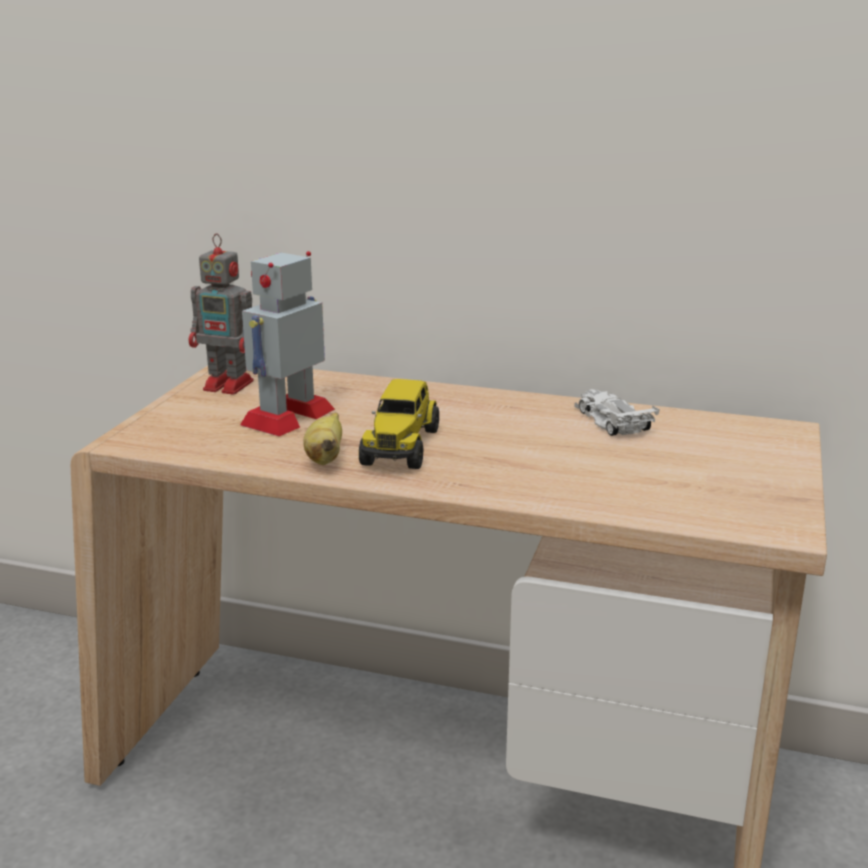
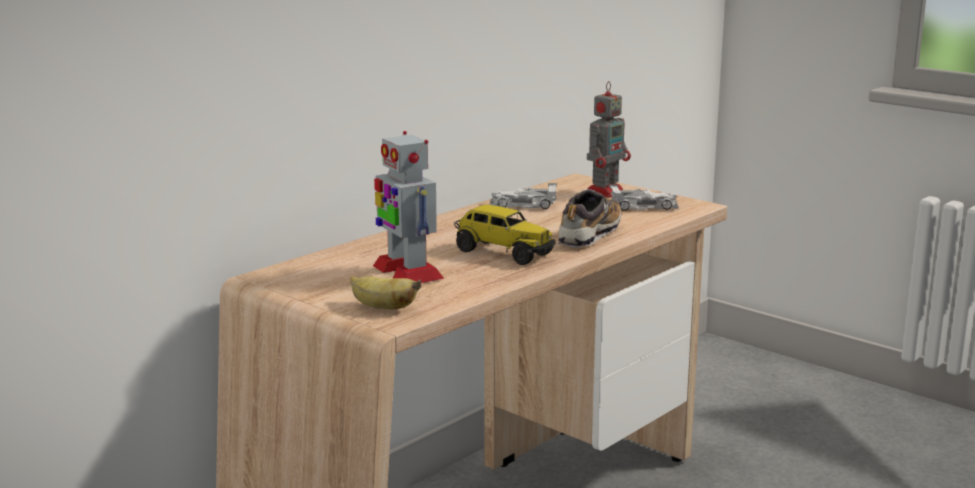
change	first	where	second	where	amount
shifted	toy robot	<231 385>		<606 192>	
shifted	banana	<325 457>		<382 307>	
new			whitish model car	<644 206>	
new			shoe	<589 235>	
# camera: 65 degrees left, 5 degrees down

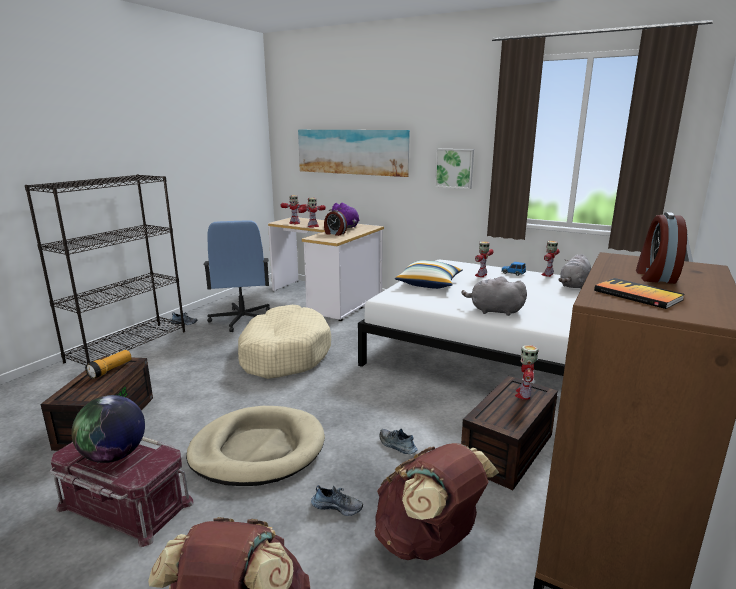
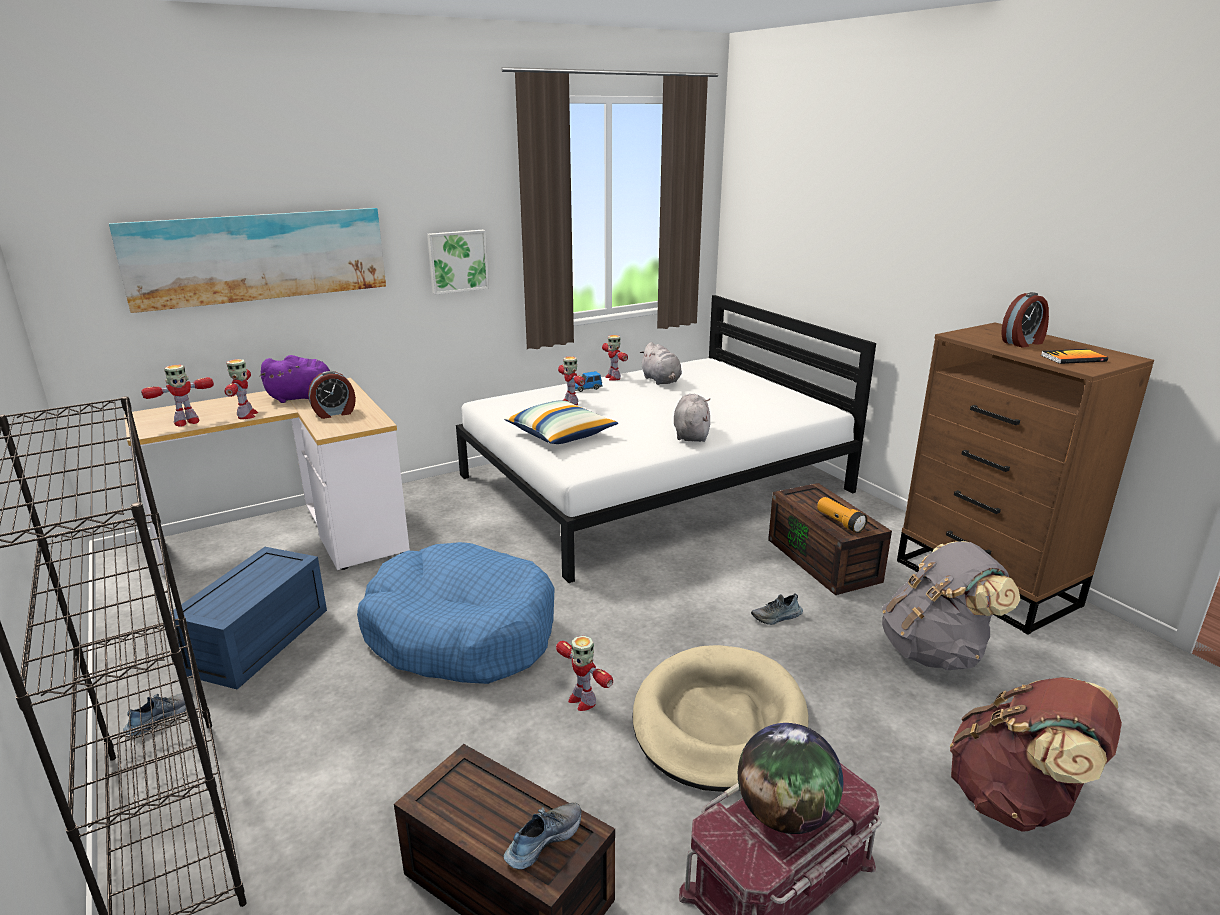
change	first	where	second	where	amount
rotated	table clock	<654 276>		<1023 342>	75 degrees counterclockwise
swapped	blue-coloured office chair	<242 320>	blue-coloured storage box	<258 642>	
rotated	grey soft toy	<493 311>		<691 434>	135 degrees clockwise
repainted	sand-coloured dog bed	<283 354>	blue-coloured dog bed	<461 633>	
shifted	toy robot	<524 394>		<582 700>	
shifted	torch	<110 370>		<840 522>	
repainted	brownish rucksack	<428 541>	grey rucksack	<935 652>	
shifted	shoe	<337 506>		<542 840>	
# camera: 60 degrees left, 5 degrees up

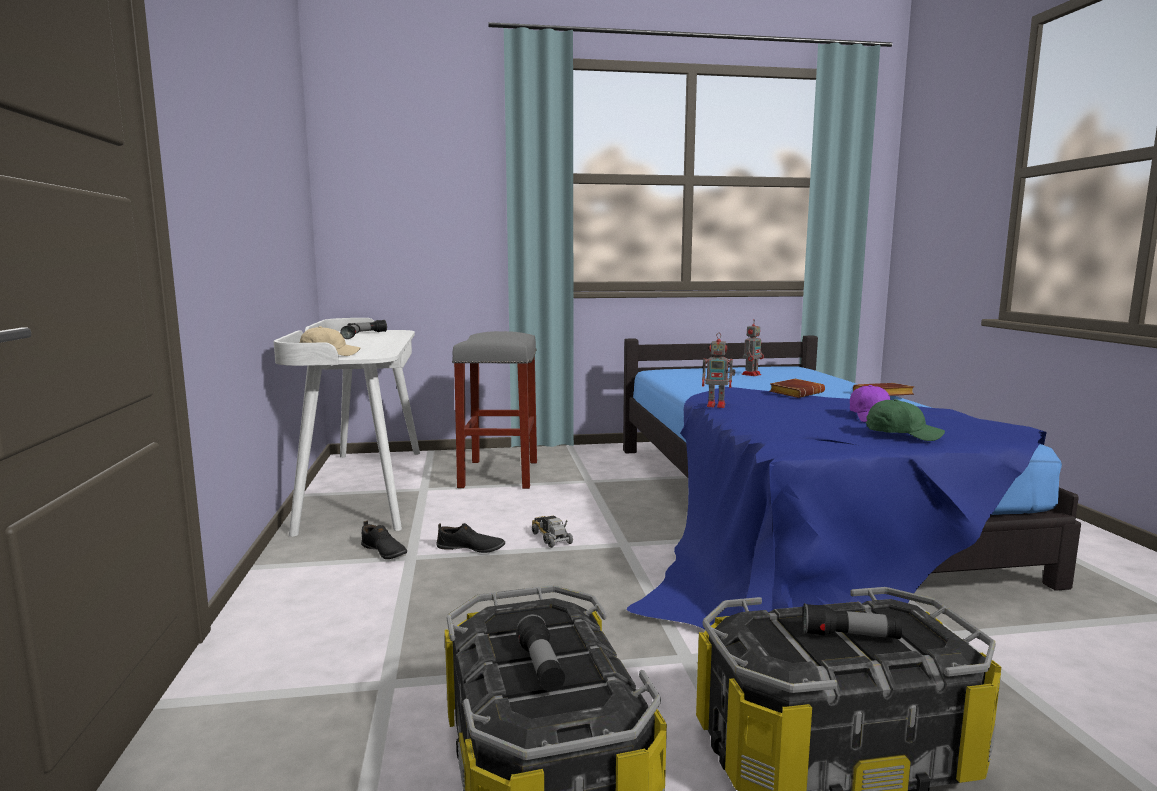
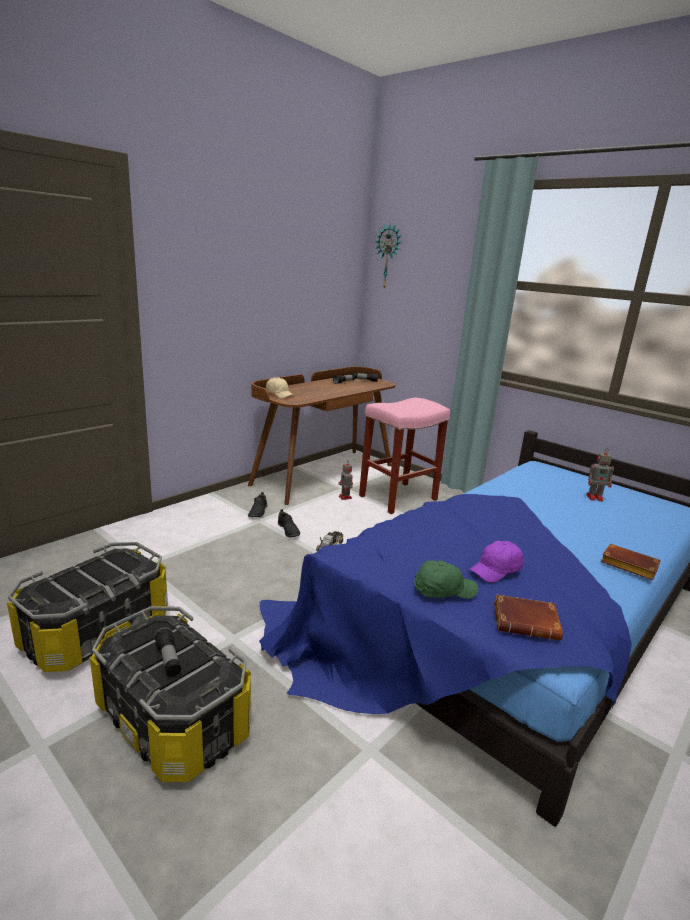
change	first	where	second	where	amount
repainted	whitish desk table	<363 487>	brownish desk table	<323 474>	
repainted	grey stool seat	<500 474>	pinkish stool seat	<397 498>	
shifted	toy robot	<717 405>		<345 497>	
shifted	brownish bound book	<796 393>		<527 622>	
rotated	green-coloured peaked cap	<902 434>		<443 590>	90 degrees counterclockwise
gone	torch	<541 667>			
new			hanging clock	<388 257>	
# camera: 50 degrees right, 10 degrees up

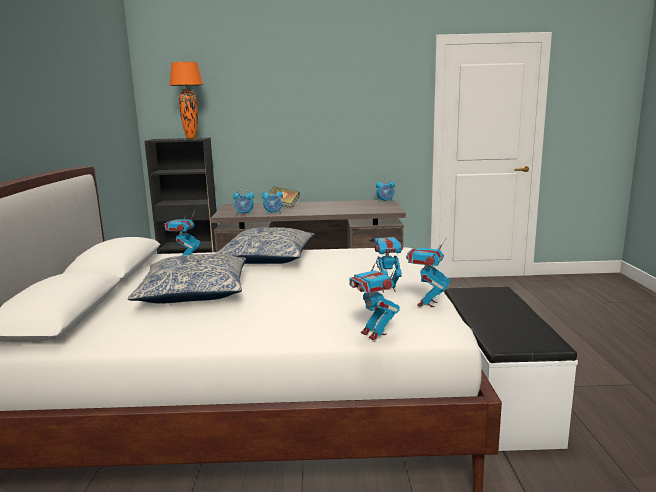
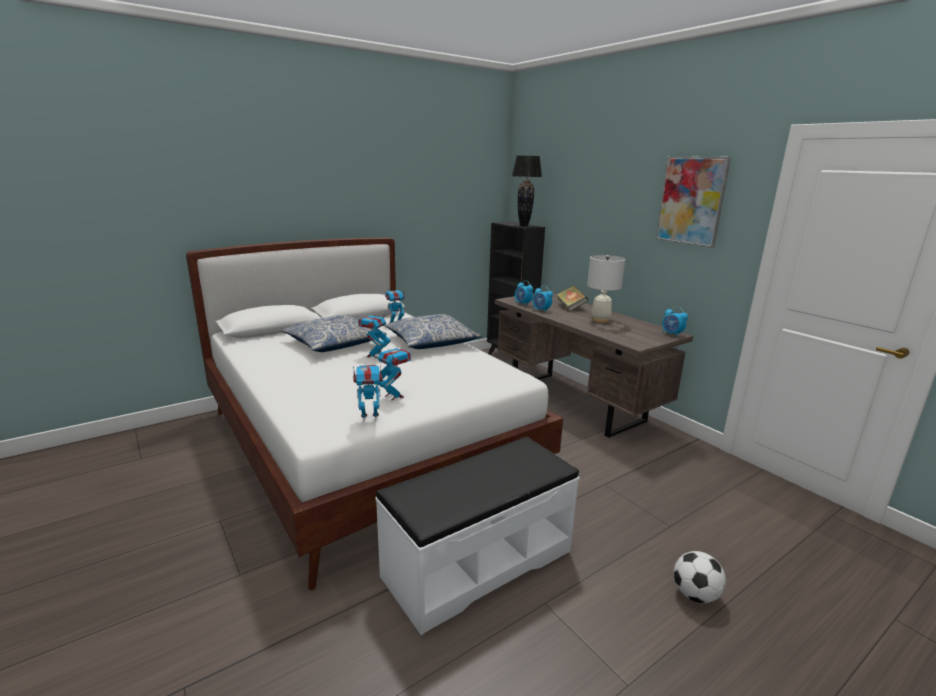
change	first	where	second	where	amount
repainted	orangey table lamp	<191 138>	blackish table lamp	<524 225>	
shifted	toy robot	<374 334>		<374 355>	
new			wall art	<691 201>	
new			whitish table lamp	<600 320>	
new			football	<695 595>	
# camera: 55 degrees right, 5 degrees up

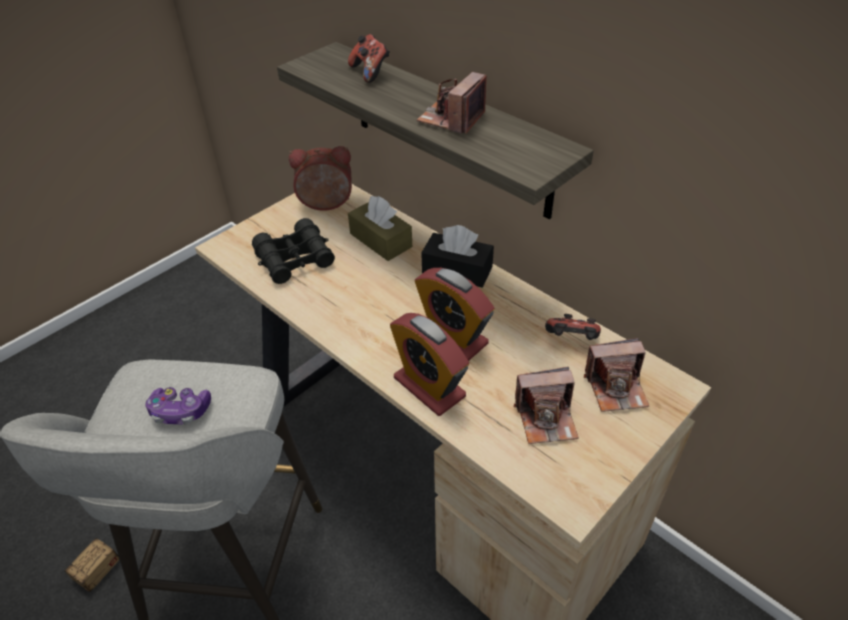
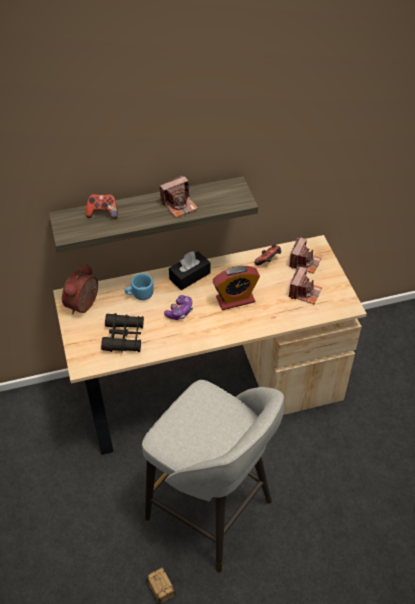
change	first	where	second	where	amount
rotated	still camera	<452 119>		<179 205>	90 degrees counterclockwise
swapped	brownish tissue holder	<381 240>	blue-coloured mug	<139 295>	
gone	table clock	<429 387>			
shifted	gamepad	<180 411>		<180 311>	
# camera: 60 degrees left, 5 degrees up

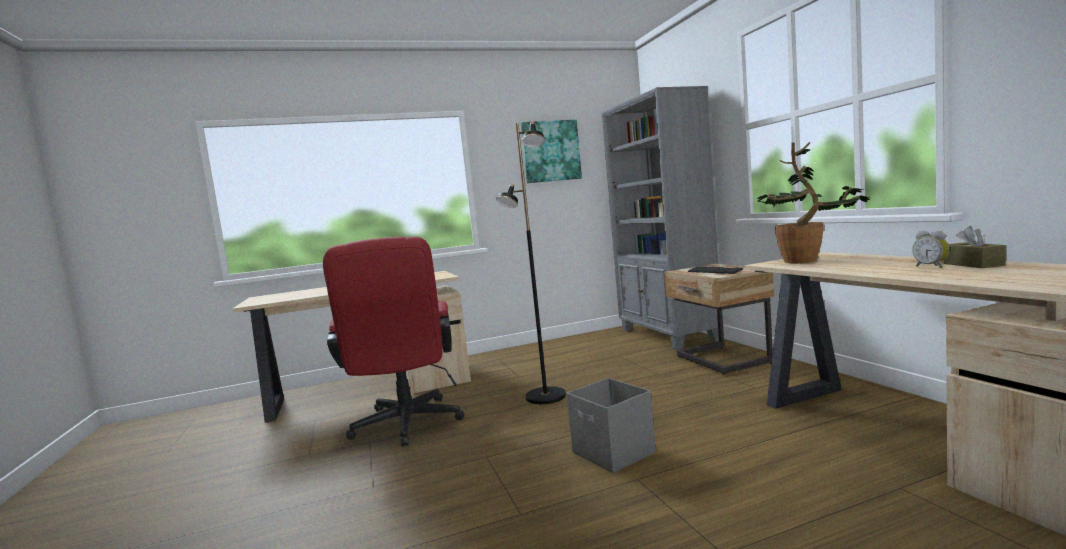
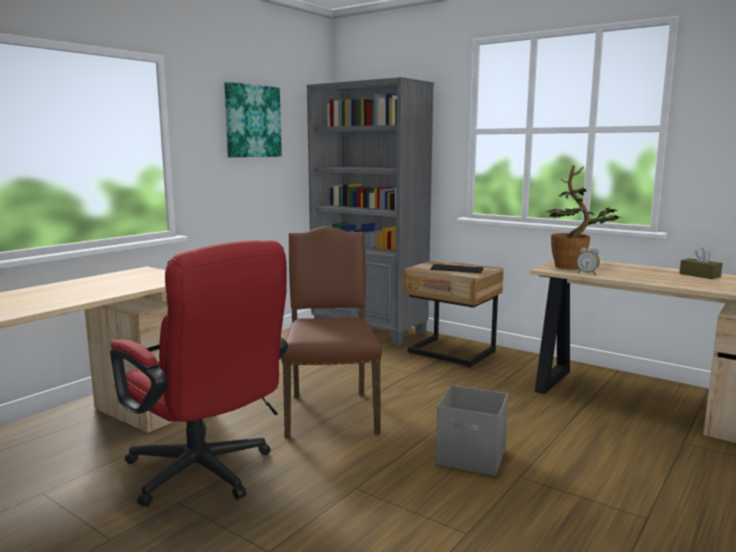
change	first	where	second	where	amount
swapped	blackish floor lamp	<545 397>	brownish chair	<330 412>	
shifted	table clock	<931 267>		<587 274>	
# camera: 35 degrees left, 5 degrees up

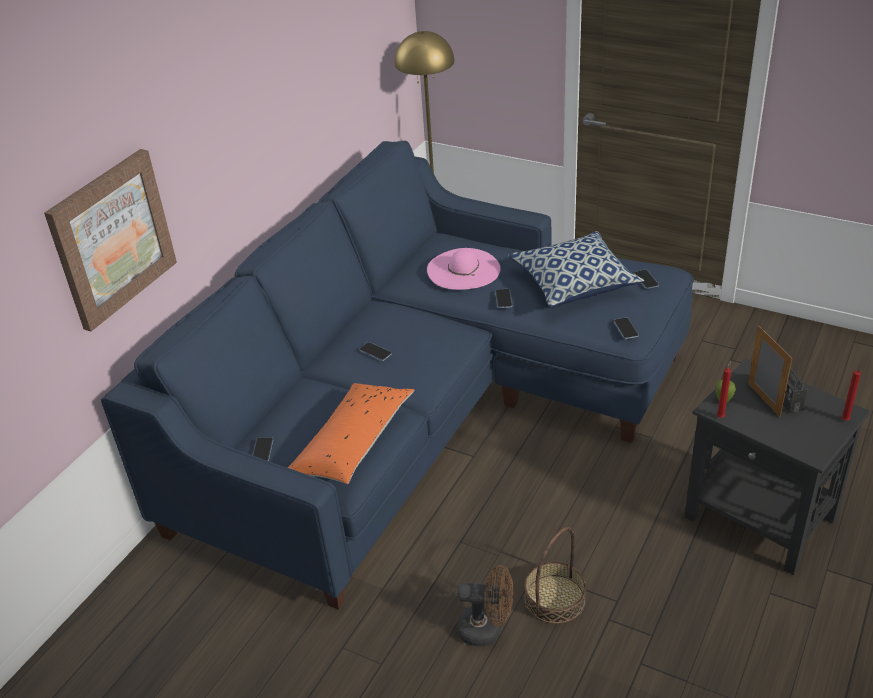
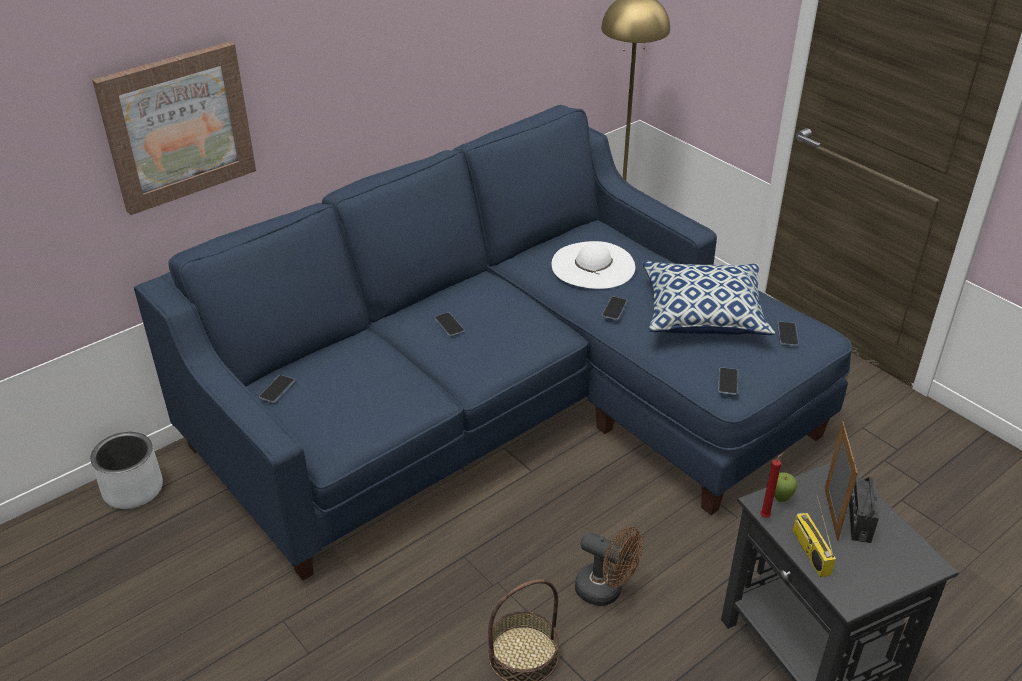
change	first	where	second	where	amount
repainted	pinkish wearable hat	<463 269>	whitish wearable hat	<593 265>	
gone	reddish wax light	<845 421>			
gone	orangey throw pillow	<352 443>			
shifted	brownish fan	<487 629>		<606 591>	
new			grey flower pot	<133 489>	
new			radio receiver	<809 551>	
# camera: 20 degrees right, 0 degrees up

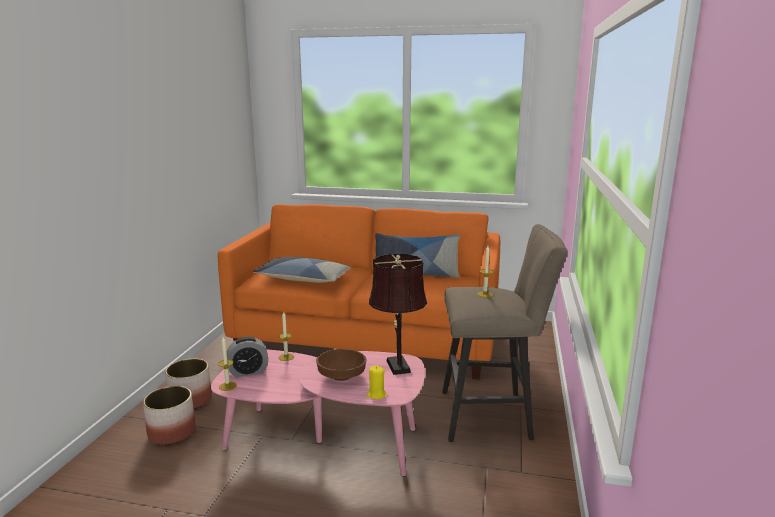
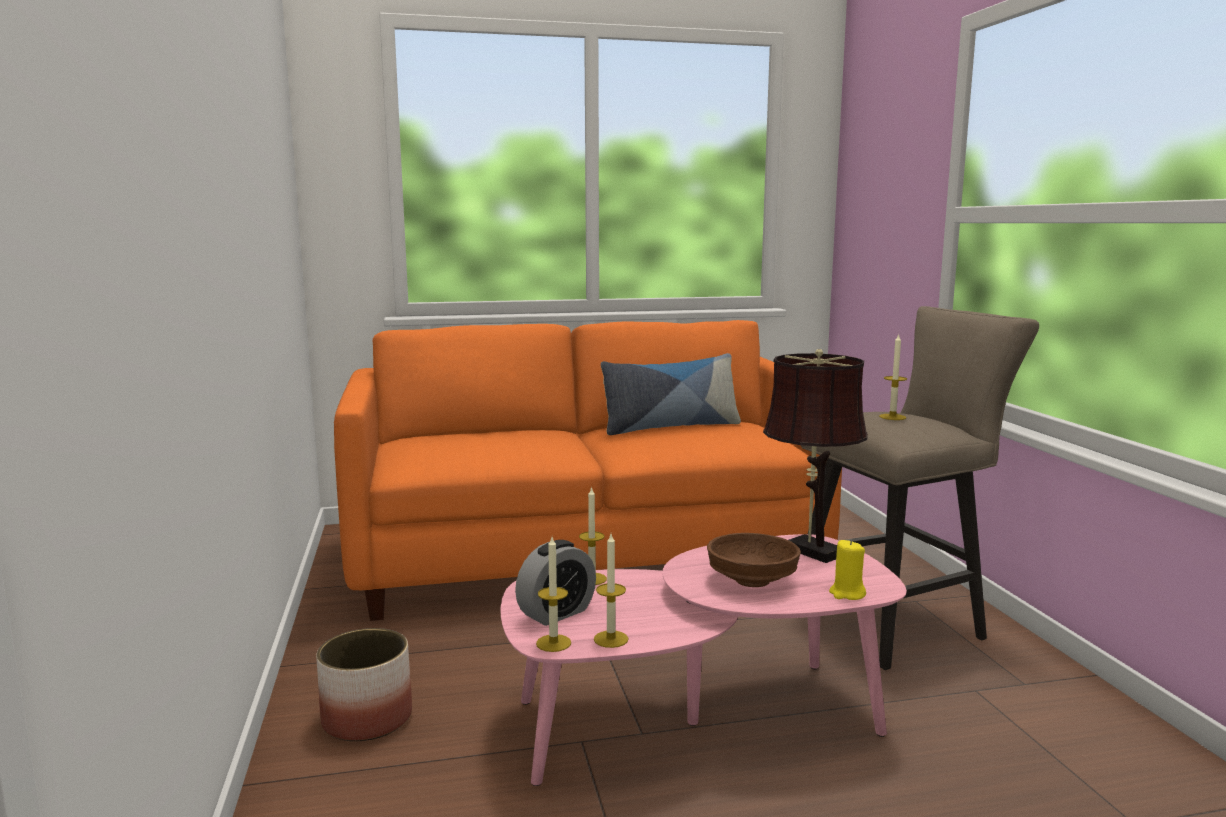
change	first	where	second	where	amount
gone	throw pillow	<303 279>			
gone	flower pot	<172 433>			
new			wax light	<611 639>	
# camera: 25 degrees left, 5 degrees down

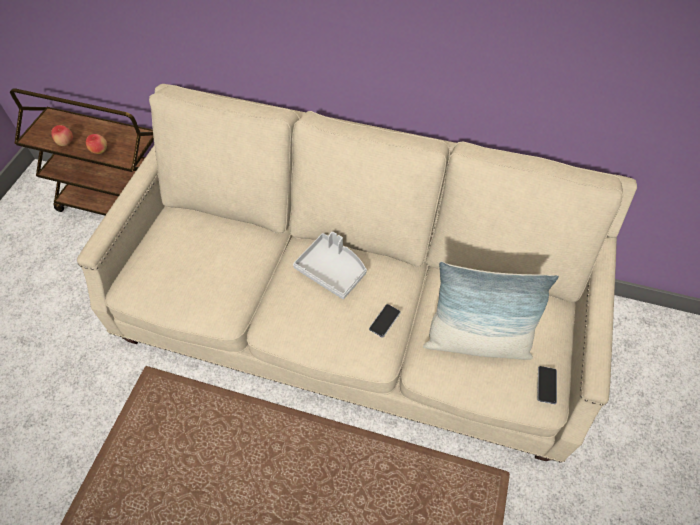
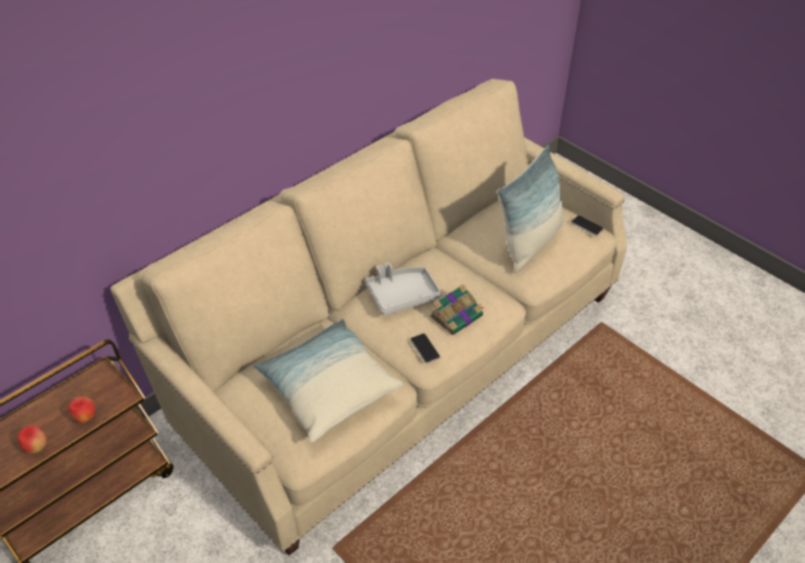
change	first	where	second	where	amount
shifted	handset	<384 321>		<425 348>	
new			bound book	<457 315>	
new			throw pillow	<328 389>	
# camera: 60 degrees left, 10 degrees down

